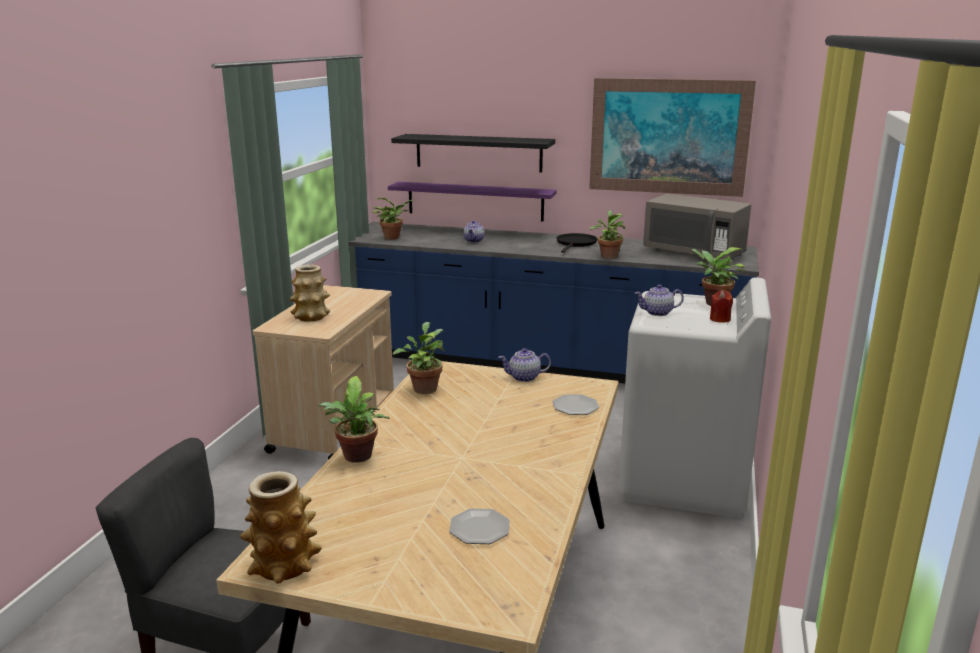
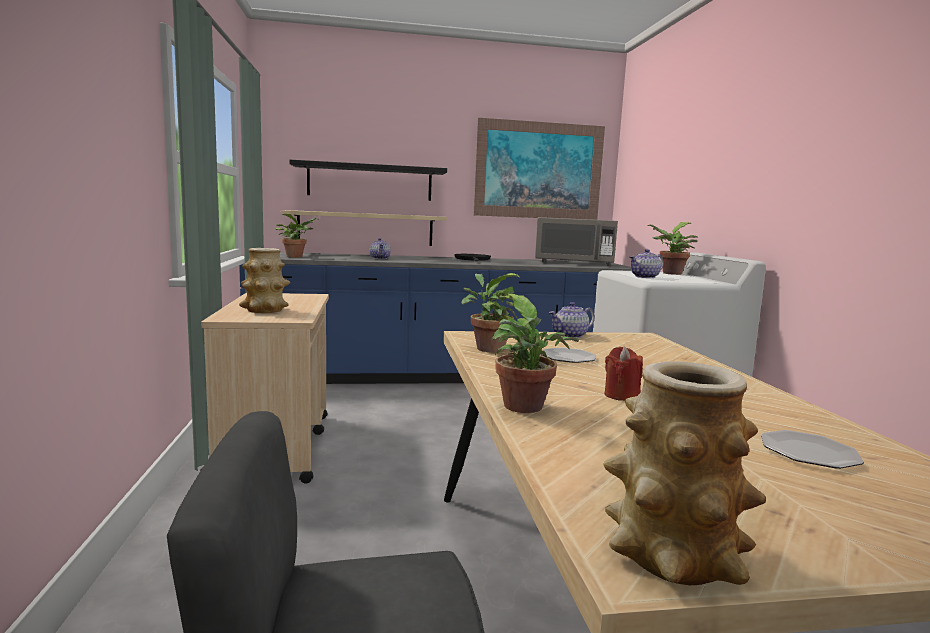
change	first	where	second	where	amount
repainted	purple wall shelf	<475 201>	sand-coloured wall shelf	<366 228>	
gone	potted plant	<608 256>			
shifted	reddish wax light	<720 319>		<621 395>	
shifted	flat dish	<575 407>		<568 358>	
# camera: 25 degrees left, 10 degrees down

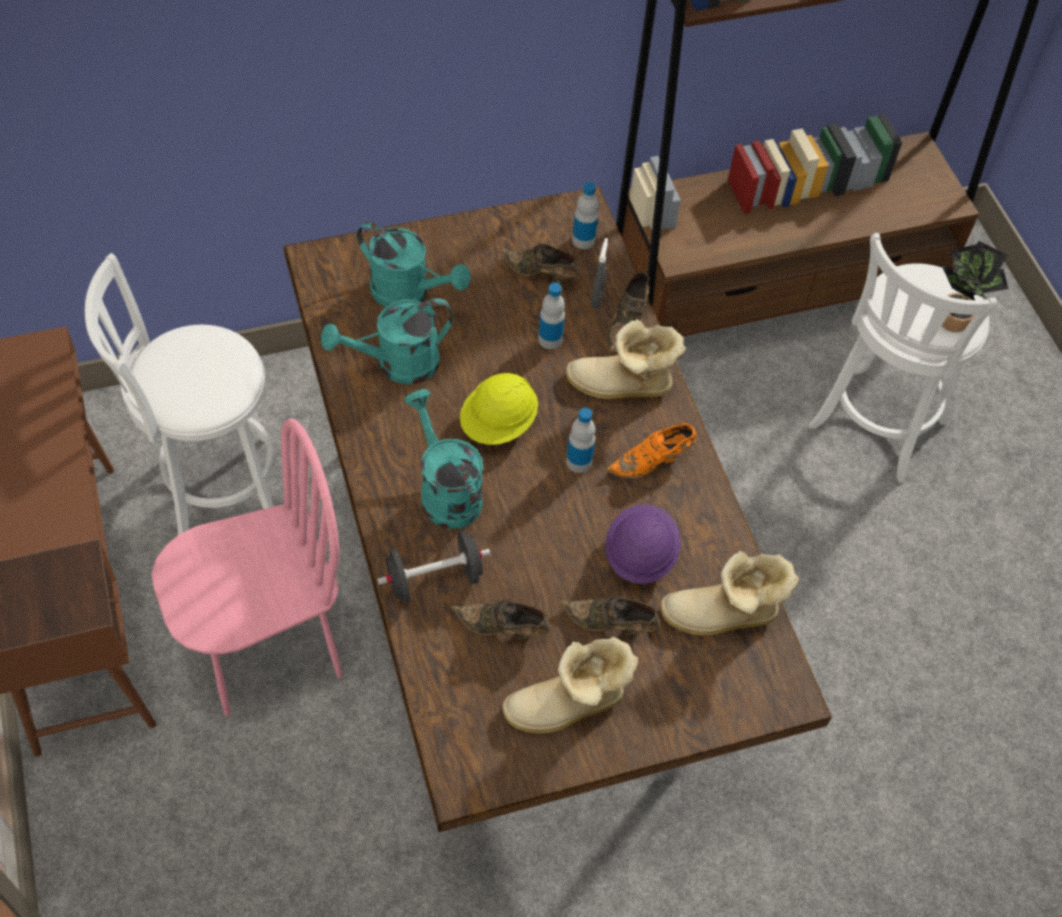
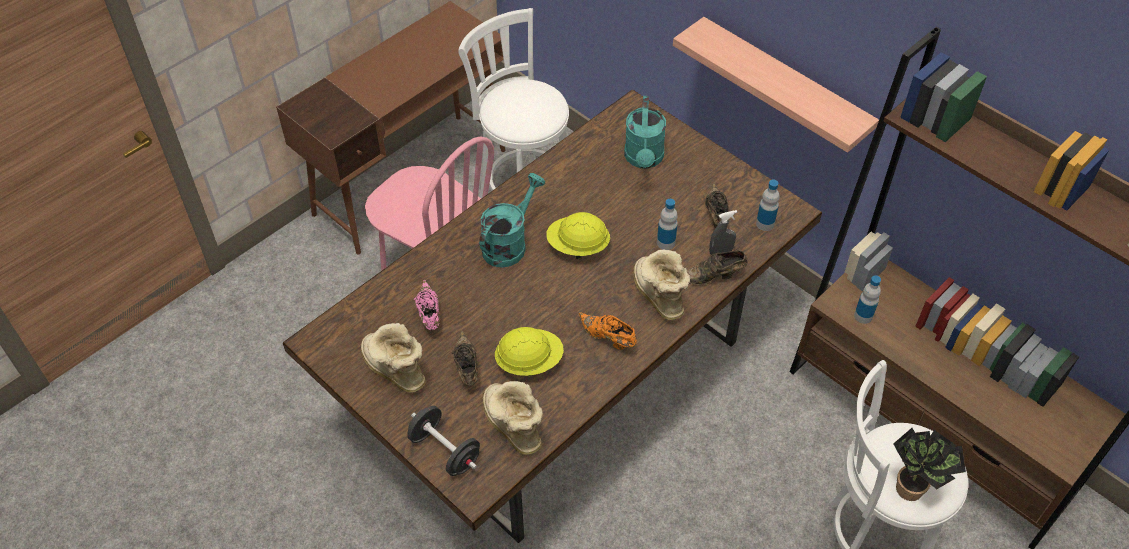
change	first	where	second	where	amount
gone	turquoise-coloured sprinkling can	<397 365>			
shifted	drink bottle	<579 462>		<863 316>	
repainted	purple hard hat	<639 555>	yellow-coloured hard hat	<529 361>	
shifted	blackish free weight	<434 579>		<445 451>	
repainted	brownish shoe	<503 629>	pinkish shoe	<429 315>	
new			wall shelf	<783 87>	
# camera: 65 degrees right, 5 degrees down

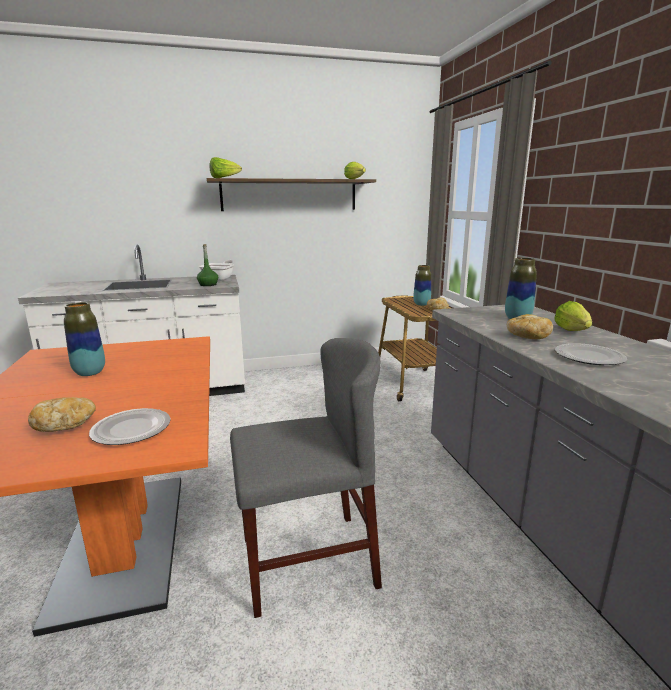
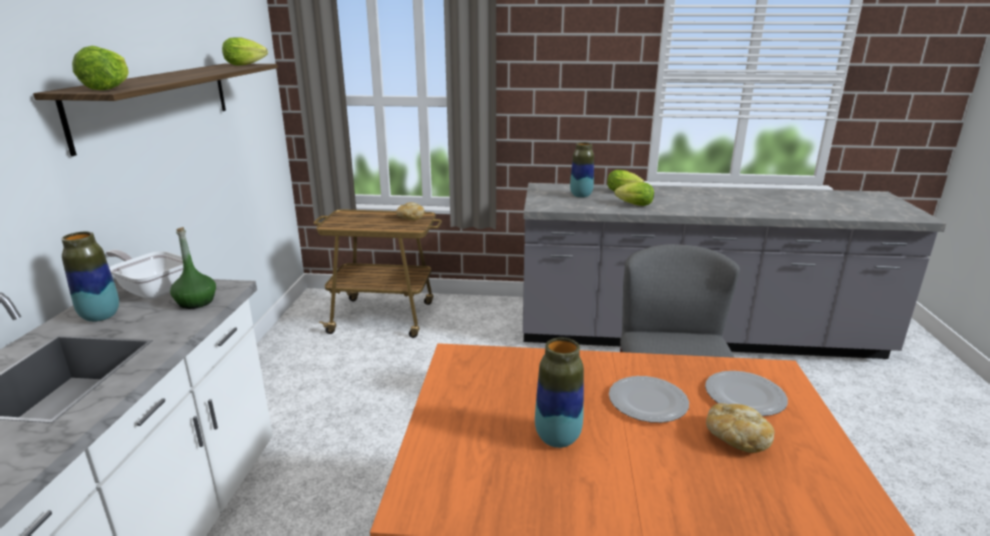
change	first	where	second	where	amount
shifted	vase	<421 304>		<100 316>	
swapped	baked bread	<526 337>	head of lettuce	<632 205>	
shifted	flat dish	<588 357>		<646 402>	
# camera: 70 degrees left, 5 degrees up

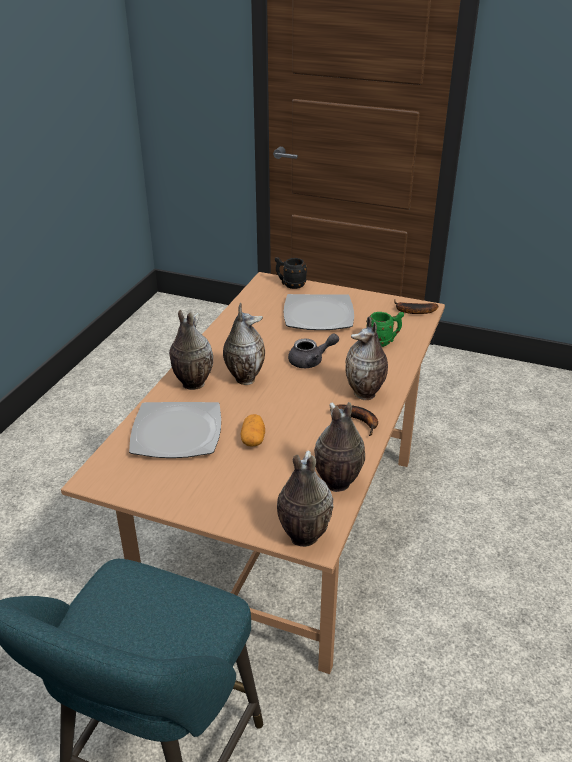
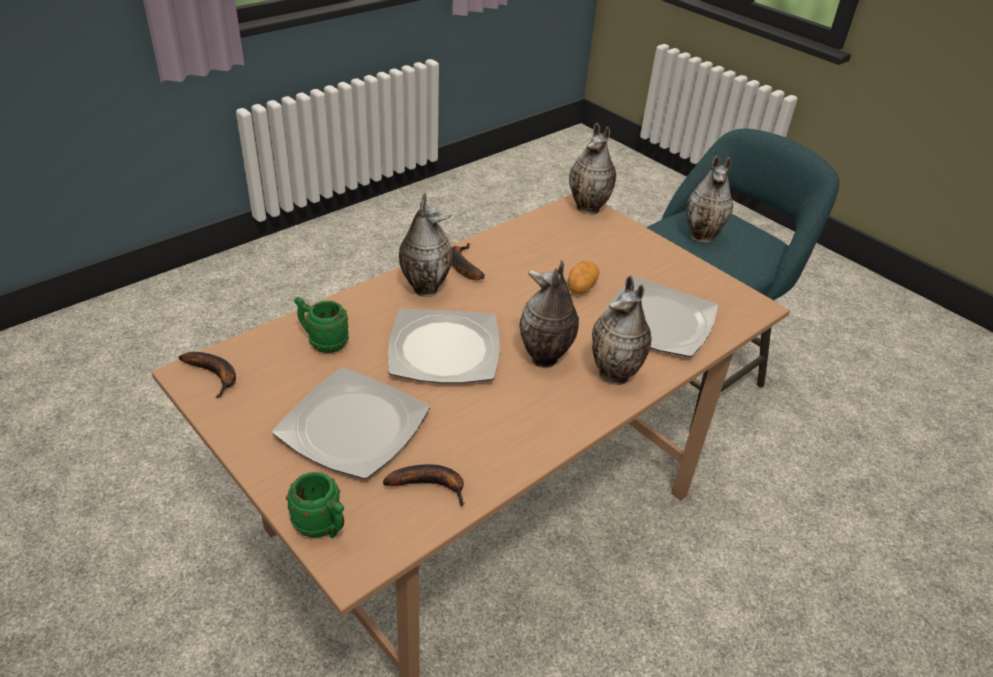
change	first	where	second	where	amount
repainted	blackish mug	<290 285>	green-coloured mug	<323 527>	
swapped	grey teapot	<311 361>	flat dish	<443 350>	
shifted	vase	<337 484>		<702 236>	
new			banana	<431 485>	
# camera: 155 degrees left, 5 degrees up

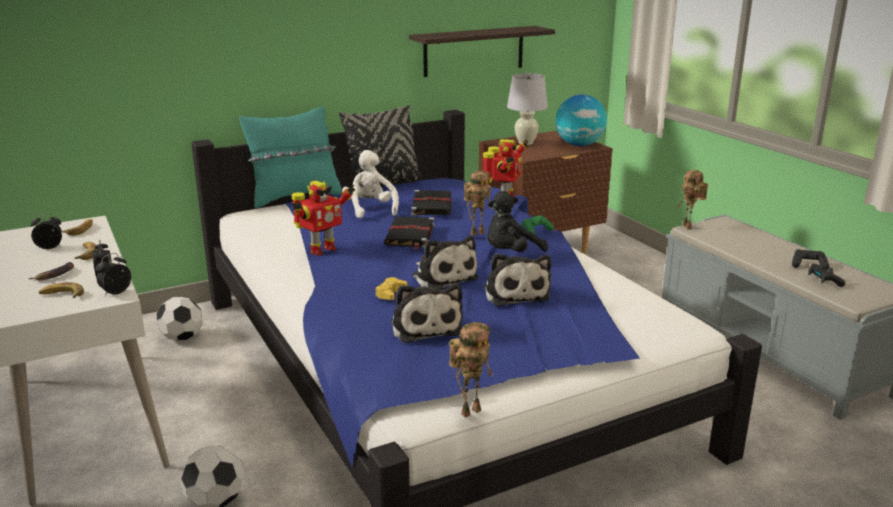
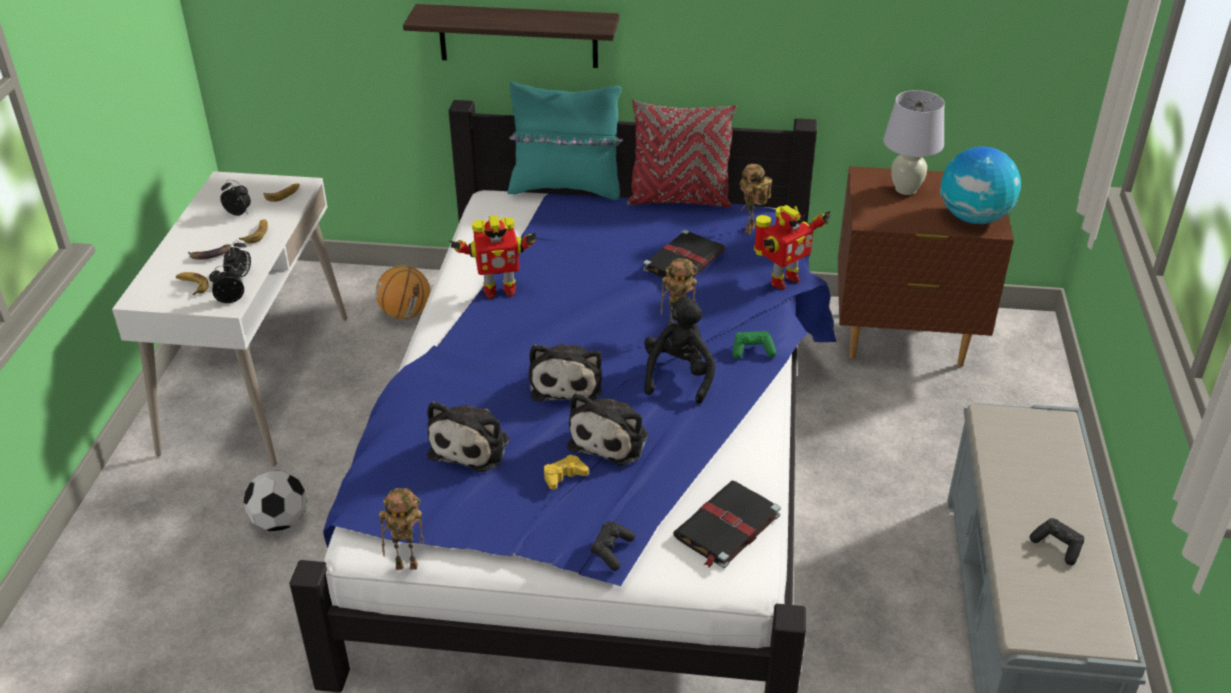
change	first	where	second	where	amount
shifted	wall shelf	<474 51>		<518 36>	
repainted	blackish throw pillow	<383 184>	reddish throw pillow	<679 200>	
gone	whitish soft toy	<370 209>			
shifted	toy robot	<688 227>		<751 231>	
rotated	blackish soft toy	<511 253>		<679 376>	105 degrees clockwise
shifted	blackish bound book	<410 235>		<726 527>	
shifted	blackish gamepad	<823 281>		<611 551>	
shifted	yellow-coloured gamepad	<390 293>		<564 476>	
swapped	football	<182 337>	basketball	<406 314>	
# camera: 35 degrees right, 15 degrees up

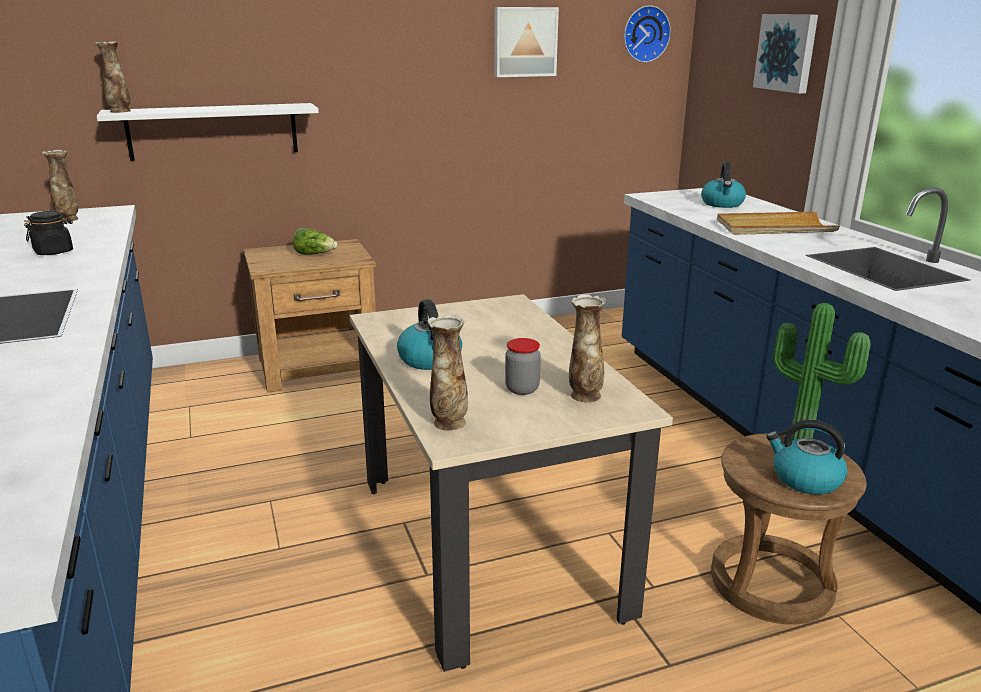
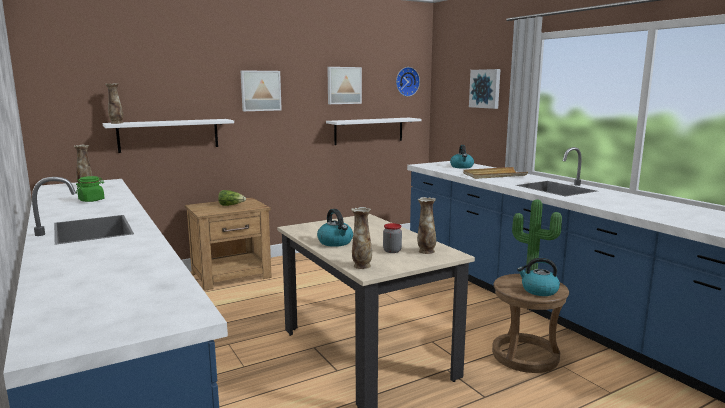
change	first	where	second	where	amount
repainted	blackish storage jar	<54 252>	green-coloured storage jar	<91 200>	
new			wall art	<260 90>	
new			whitish wall shelf	<369 131>	
# camera: 10 degrees left, 10 degrees down

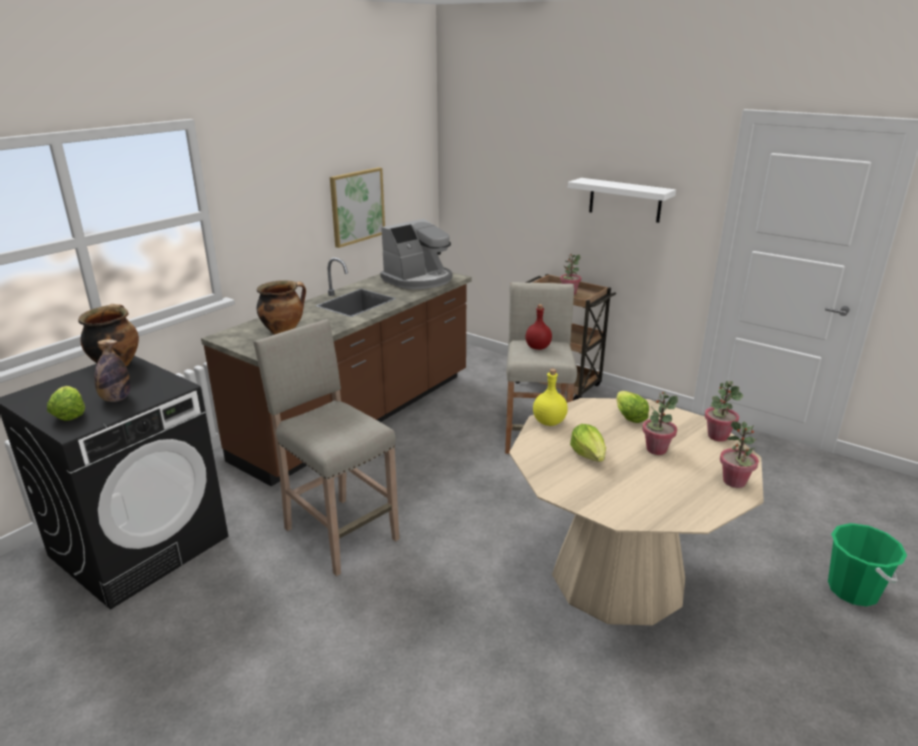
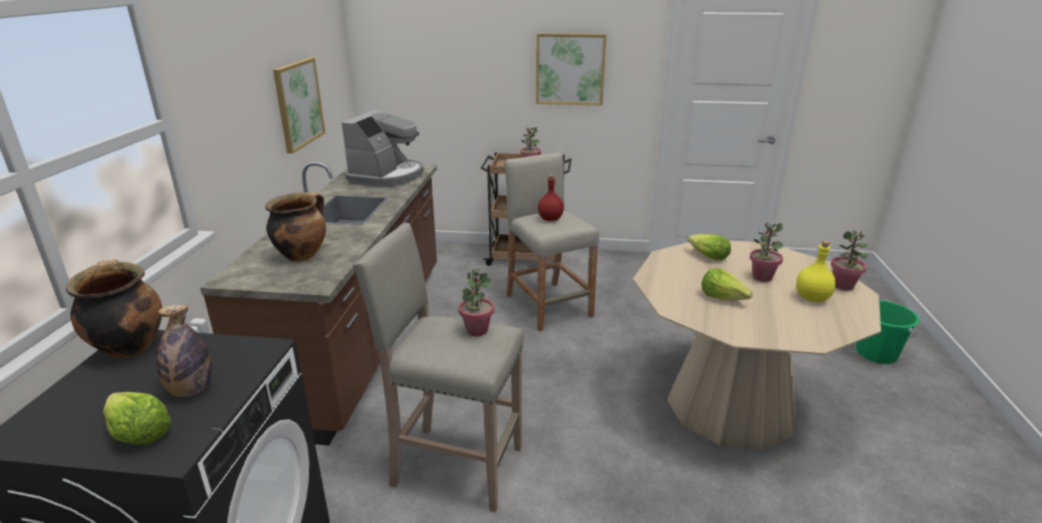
change	first	where	second	where	amount
swapped	whitish wall shelf	<625 200>	wall art	<570 69>	
shifted	yellow-coloured drink bottle	<549 422>		<812 298>	
shifted	potted plant	<717 436>		<477 330>	
# camera: 30 degrees left, 0 degrees up

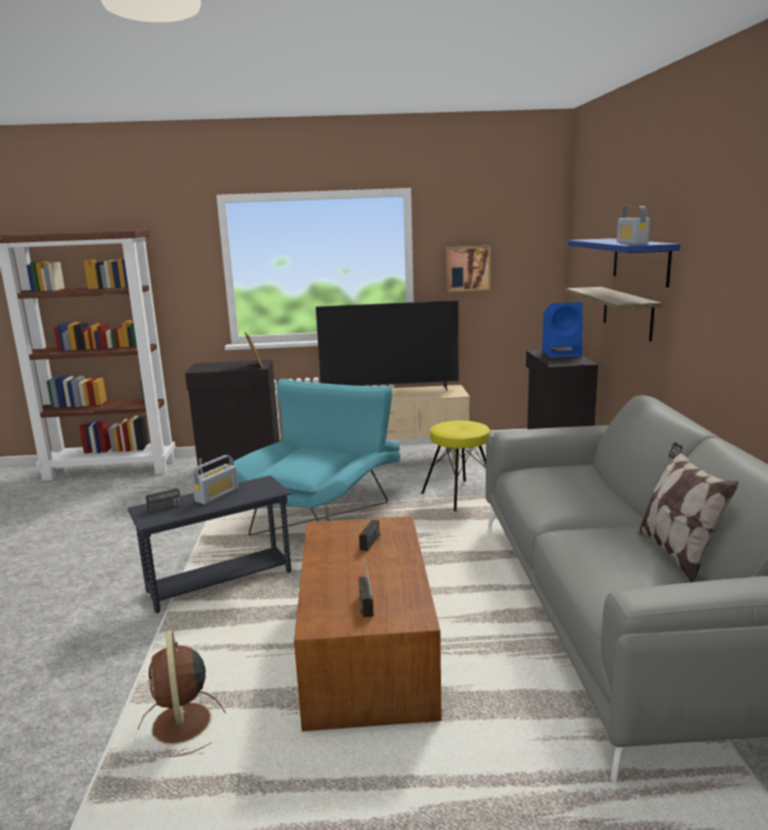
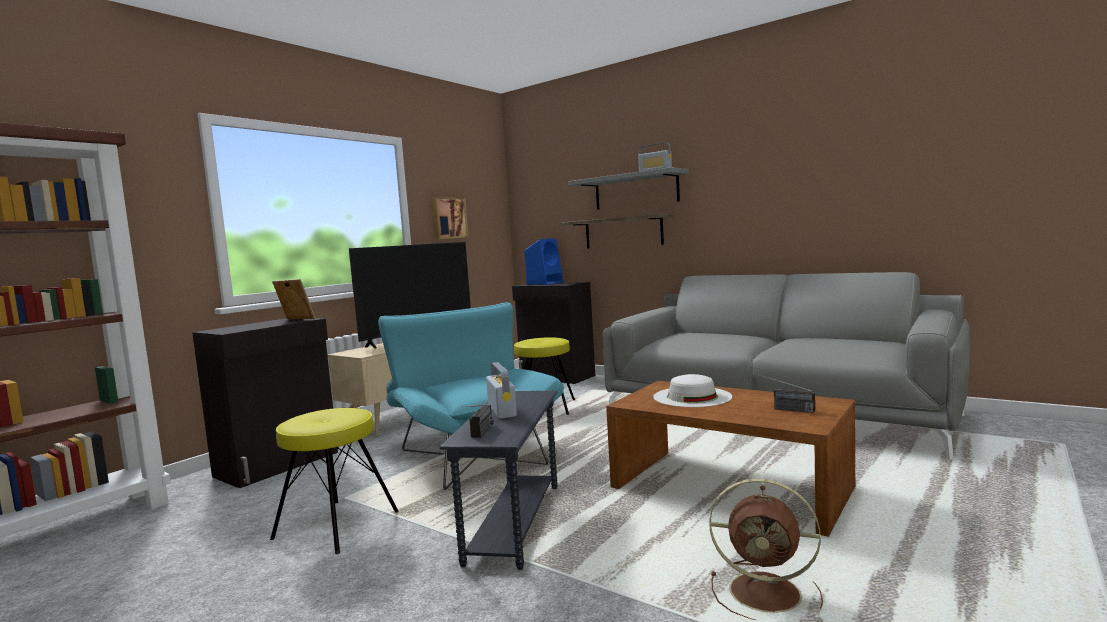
change	first	where	second	where	amount
repainted	blue-coloured wall shelf	<640 261>	grey wall shelf	<636 191>	
gone	throw pillow	<676 554>			
swapped	radio receiver	<367 547>	whitish wearable hat	<692 396>	
new			yellow-coloured stool seat	<335 525>	
# camera: 50 degrees left, 10 degrees down

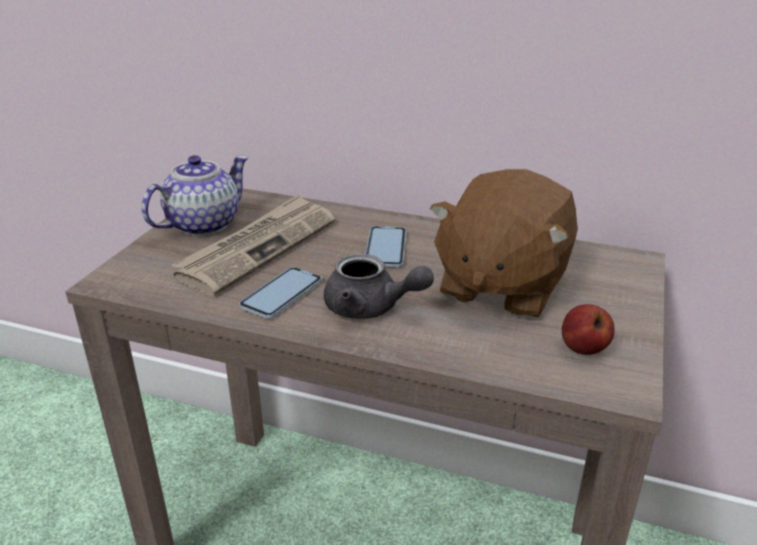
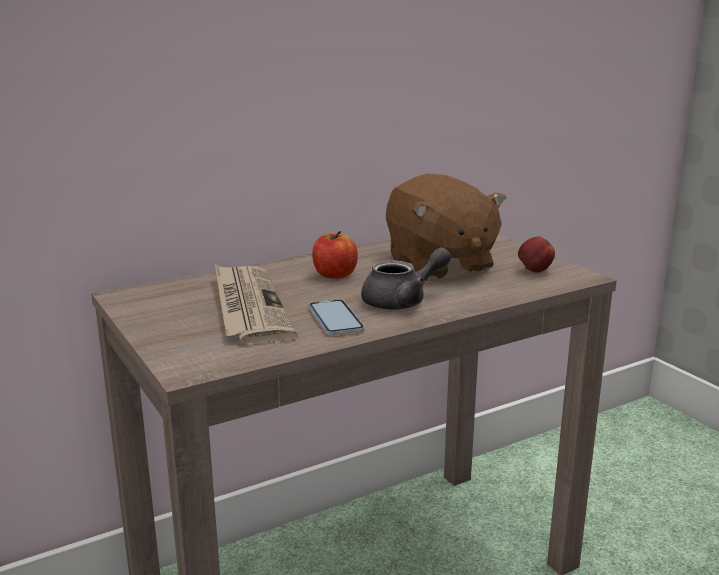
change	first	where	second	where	amount
gone	teapot	<202 224>			
swapped	handset	<386 248>	apple fruit	<334 275>	
# camera: 50 degrees left, 10 degrees down

